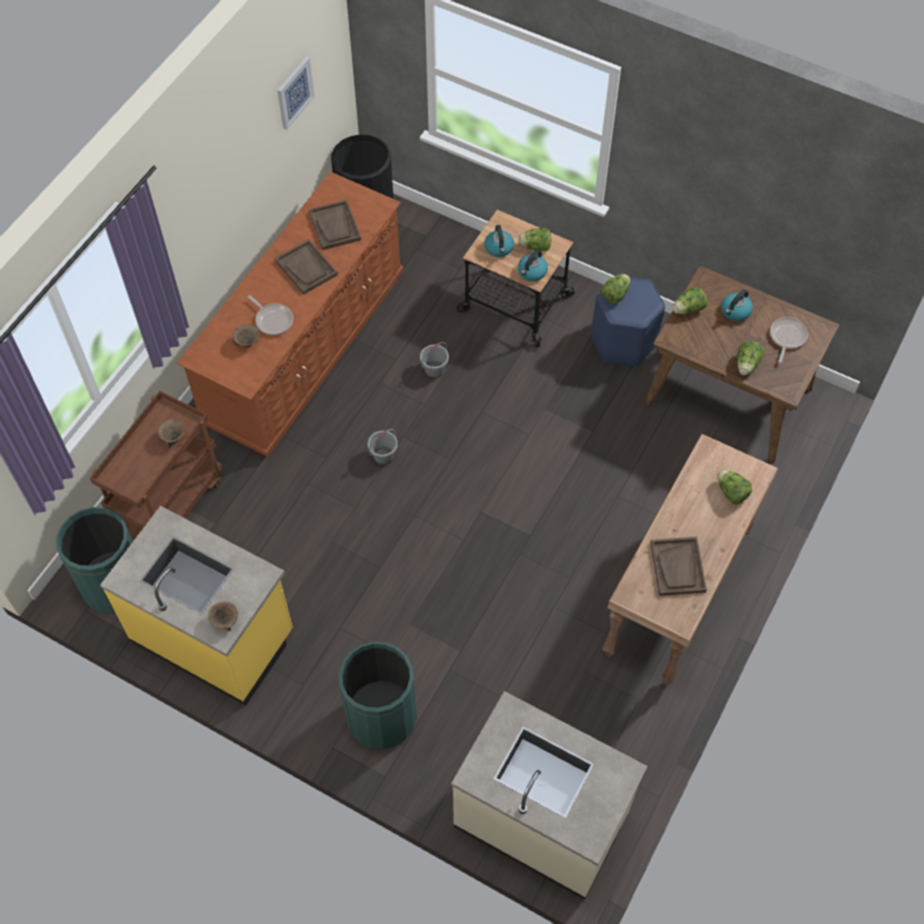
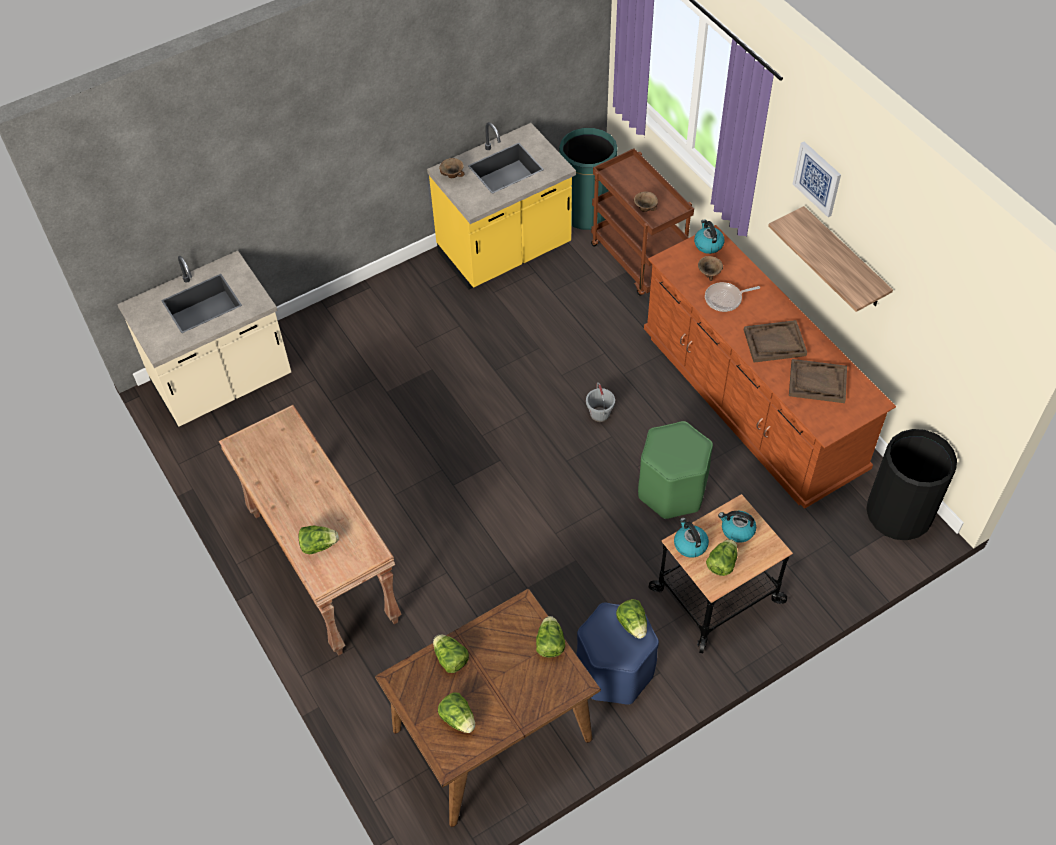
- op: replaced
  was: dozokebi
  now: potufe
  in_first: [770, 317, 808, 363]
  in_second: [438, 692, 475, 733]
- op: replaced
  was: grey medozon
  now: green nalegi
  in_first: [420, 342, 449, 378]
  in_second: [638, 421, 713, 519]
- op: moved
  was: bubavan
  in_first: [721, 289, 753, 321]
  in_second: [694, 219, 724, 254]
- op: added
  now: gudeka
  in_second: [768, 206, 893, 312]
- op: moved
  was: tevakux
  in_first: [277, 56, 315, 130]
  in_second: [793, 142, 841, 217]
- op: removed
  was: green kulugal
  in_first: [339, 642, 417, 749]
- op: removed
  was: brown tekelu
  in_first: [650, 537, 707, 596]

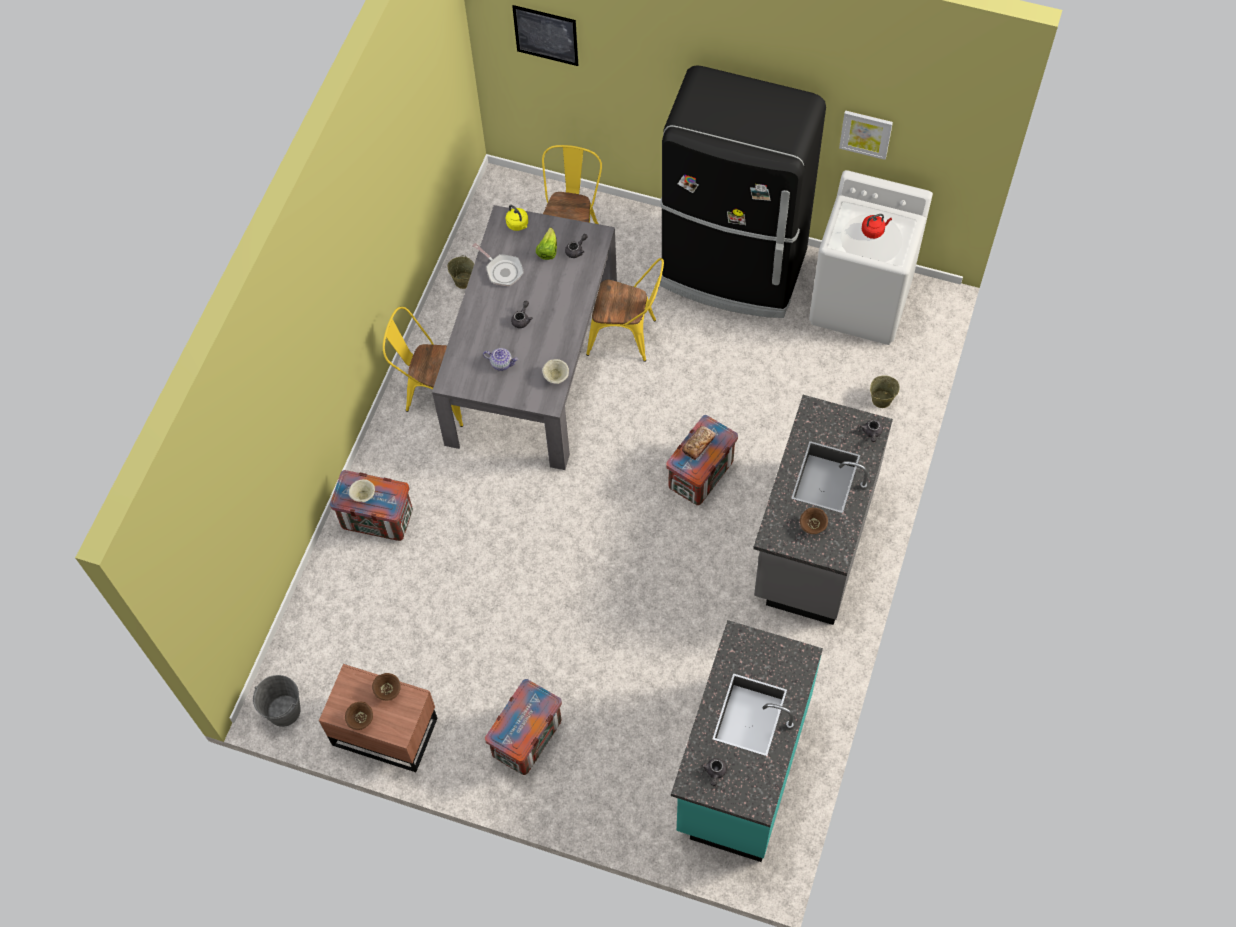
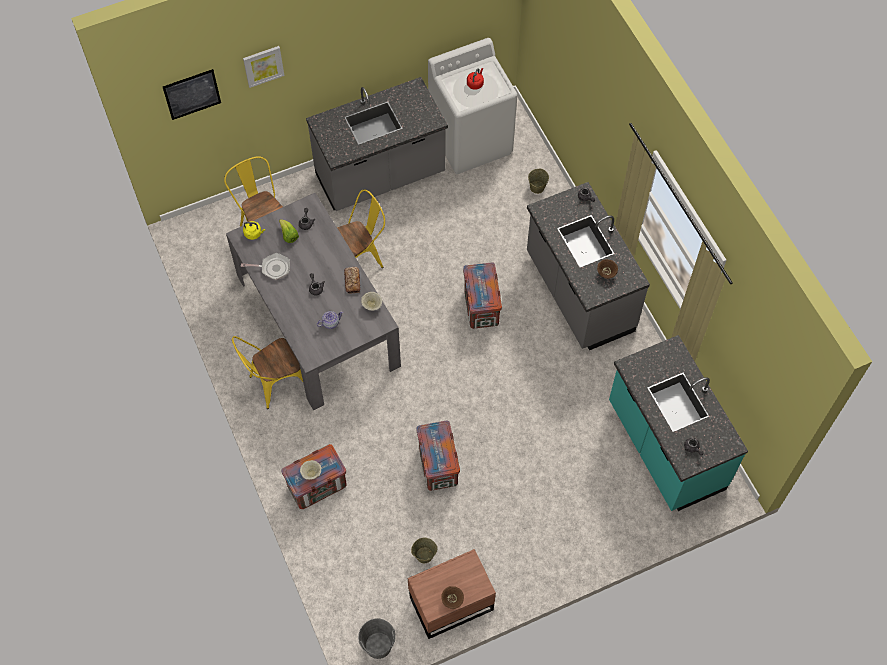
- op: moved
  was: tevakux
  in_first: [839, 110, 893, 160]
  in_second: [243, 46, 284, 88]
- op: replaced
  was: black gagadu
  now: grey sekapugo
  in_first: [660, 65, 826, 318]
  in_second: [306, 77, 448, 211]
- op: moved
  was: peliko
  in_first: [682, 426, 716, 460]
  in_second: [344, 267, 360, 294]
- op: moved
  was: beige medozon
  in_first: [448, 255, 474, 289]
  in_second: [411, 538, 437, 564]
- op: moved
  was: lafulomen
  in_first: [485, 679, 562, 775]
  in_second: [416, 420, 460, 491]
- op: removed
  was: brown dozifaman
  in_first: [372, 673, 401, 701]

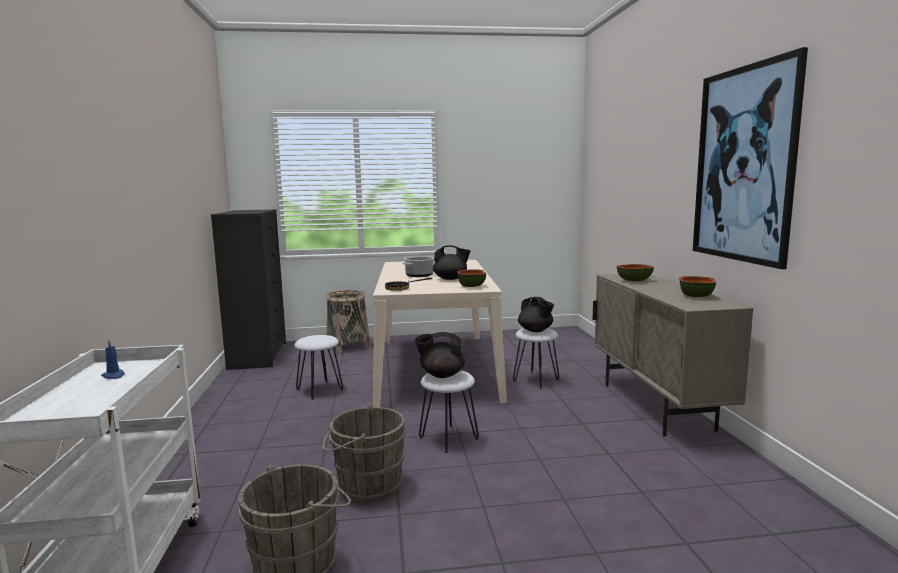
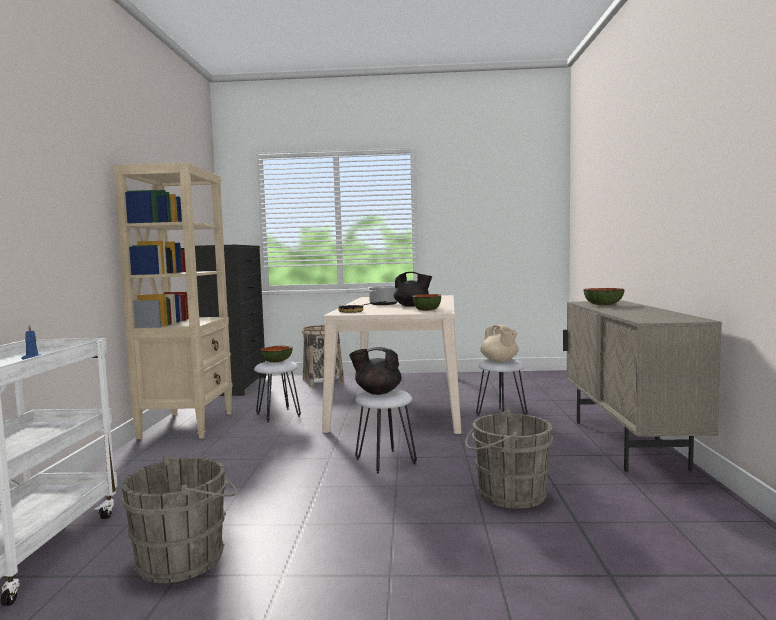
- op: added
  now: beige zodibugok
  in_second: [113, 162, 233, 439]
- op: moved
  was: dozifaman
  in_first: [679, 276, 716, 297]
  in_second: [260, 346, 293, 362]
- op: moved
  was: grey medozon
  in_first: [322, 403, 406, 503]
  in_second: [466, 409, 553, 509]
- op: recoloured
  was: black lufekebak
  now: beige lufekebak
  in_first: [518, 297, 554, 332]
  in_second: [480, 325, 519, 362]
- op: removed
  was: tevakux
  in_first: [693, 47, 808, 269]

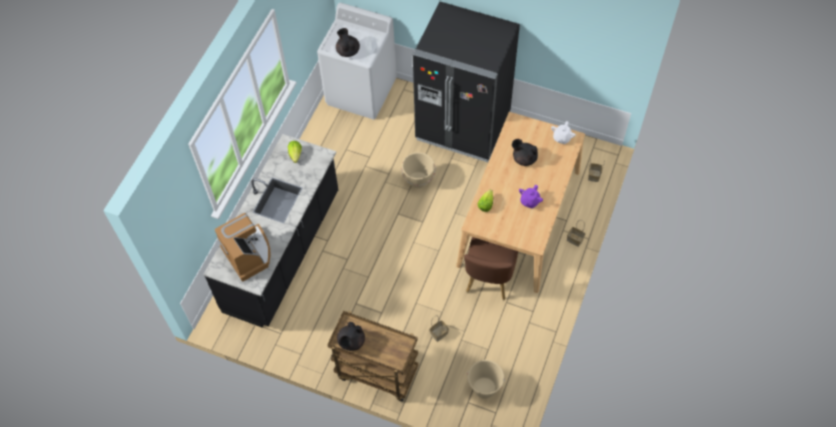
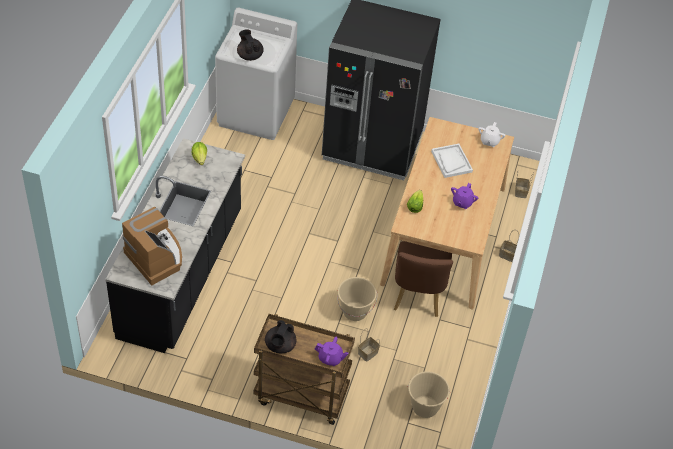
- op: added
  now: purple lufekebak
  in_second: [315, 337, 348, 366]
- op: moved
  was: beige medozon
  in_first: [402, 152, 435, 188]
  in_second: [337, 277, 377, 321]
- op: replaced
  was: black lufekebak
  now: white tekelu
  in_first: [512, 139, 538, 166]
  in_second: [431, 144, 473, 178]

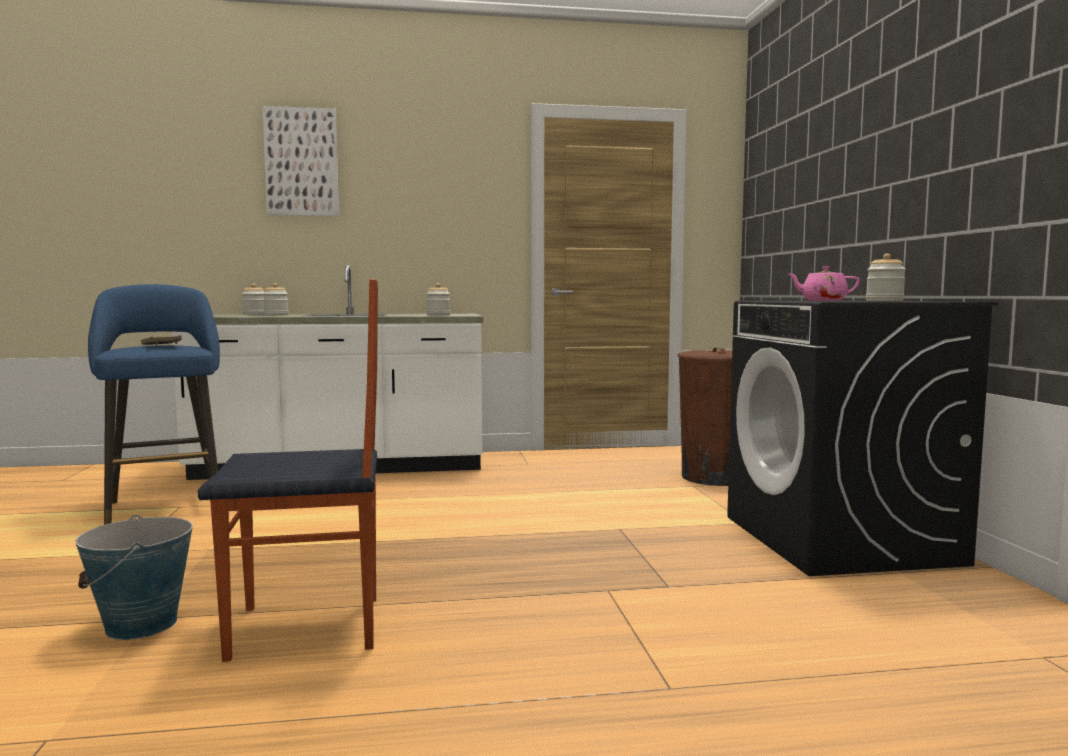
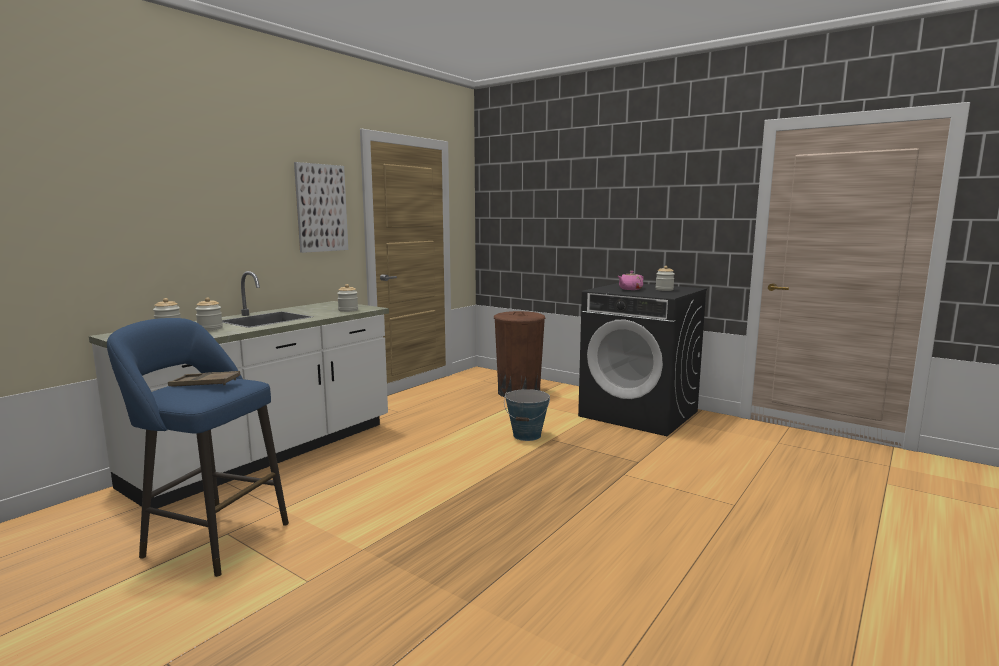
- op: moved
  was: tevakux
  in_first: [263, 106, 339, 216]
  in_second: [294, 162, 348, 253]
- op: moved
  was: medozon
  in_first: [75, 514, 193, 640]
  in_second: [504, 389, 550, 441]
- op: removed
  was: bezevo
  in_first: [198, 279, 378, 662]

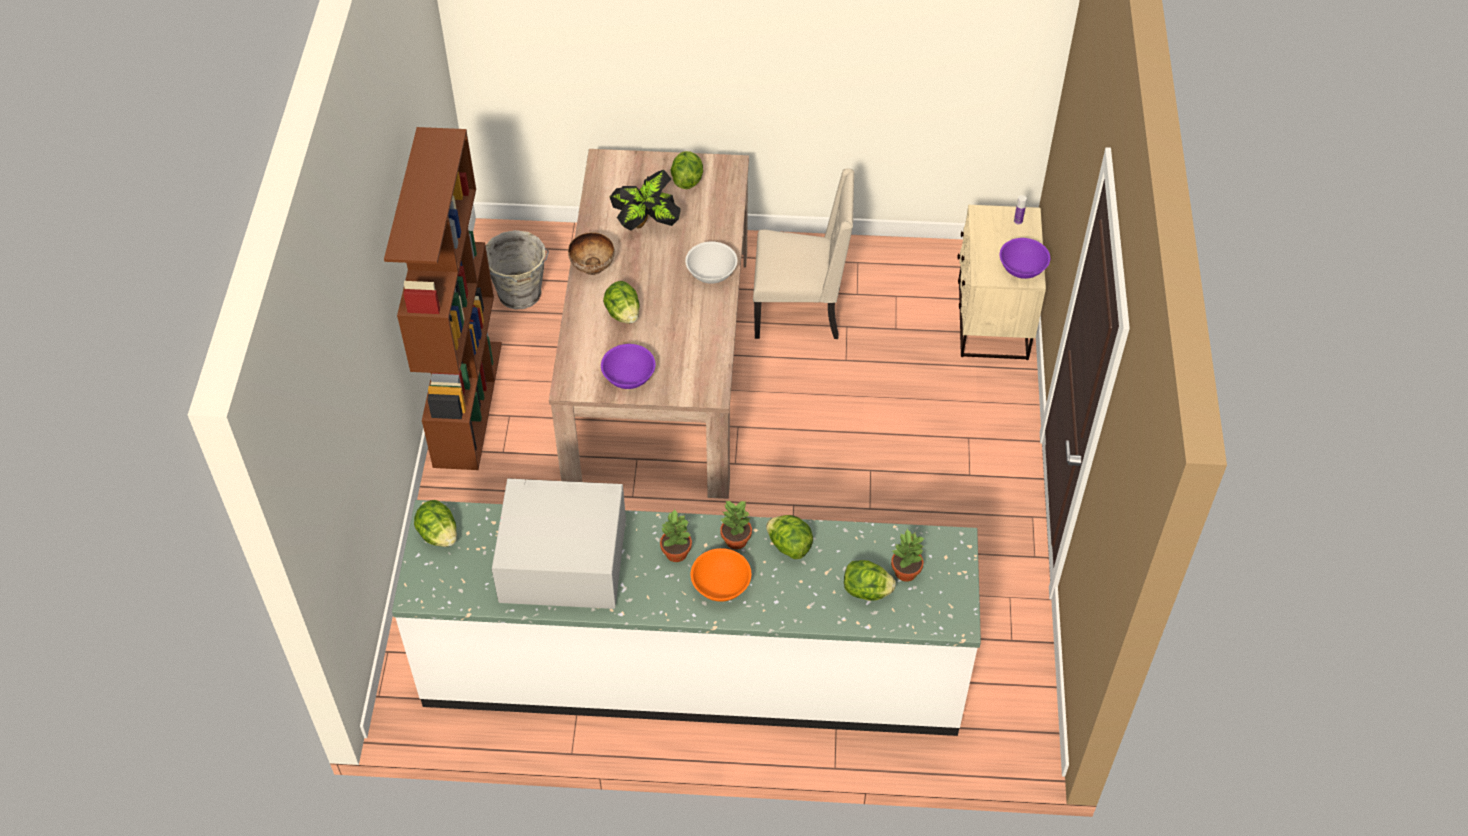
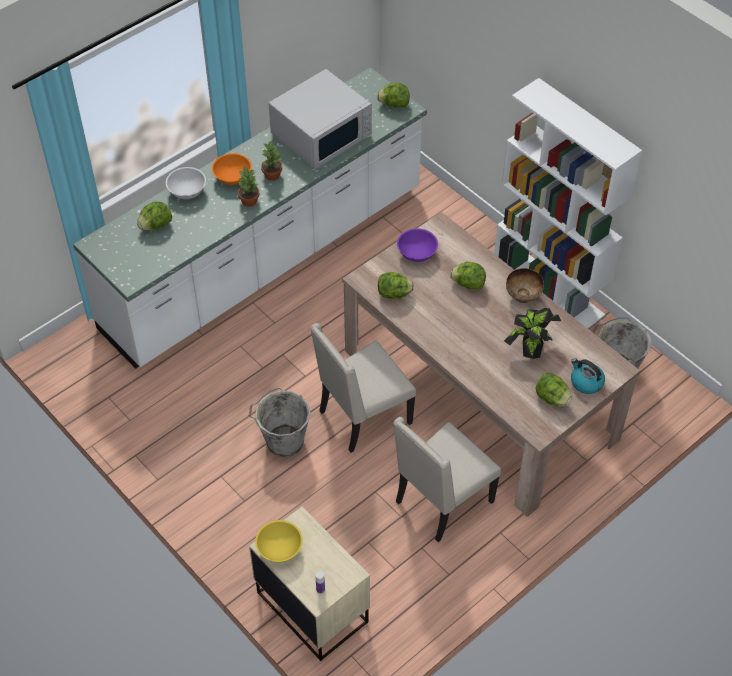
- op: moved
  was: white dozifaman
  in_first: [685, 242, 737, 284]
  in_second: [166, 167, 206, 199]
- op: added
  now: grey medozon
  in_second: [248, 388, 311, 458]
- op: recoloured
  was: purple dozifaman
  now: yellow dozifaman
  in_first: [1000, 238, 1050, 279]
  in_second: [255, 520, 303, 563]
- op: added
  now: beige bezevo
  in_second: [310, 323, 416, 453]
- op: moved
  was: potufe
  in_first: [766, 515, 813, 559]
  in_second: [378, 272, 414, 299]
- op: recoloured
  was: brown zodibugok
  now: white zodibugok
  in_first: [384, 127, 502, 470]
  in_second: [494, 78, 642, 329]
- op: added
  now: bubavan
  in_second: [571, 358, 605, 394]
- op: removed
  was: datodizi
  in_first: [891, 529, 925, 582]

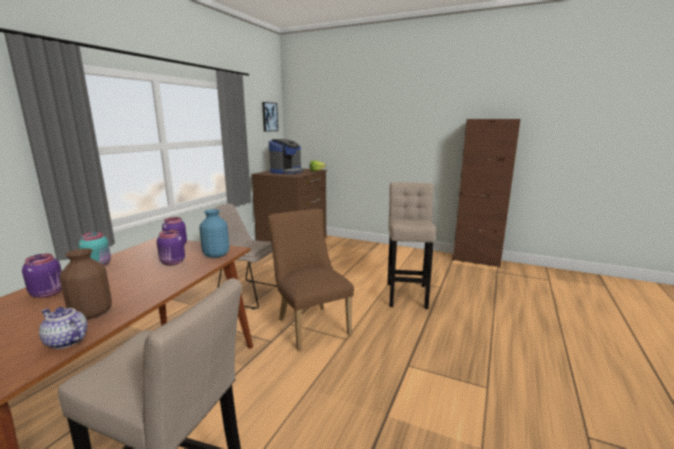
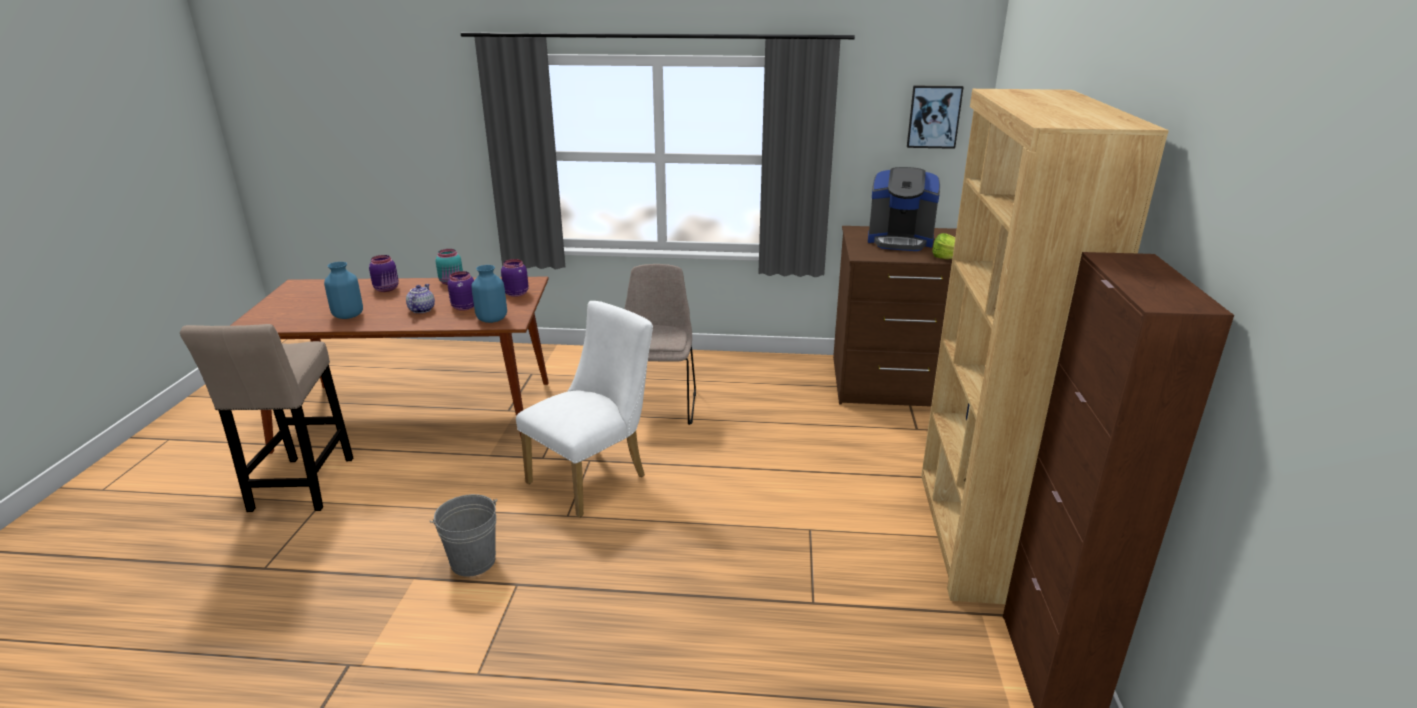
- op: recoloured
  was: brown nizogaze
  now: blue nizogaze
  in_first: [60, 248, 112, 319]
  in_second: [324, 262, 363, 319]
- op: moved
  was: lufekebak
  in_first: [39, 307, 88, 349]
  in_second: [406, 284, 435, 313]
- op: added
  now: grey medozon
  in_second: [430, 494, 497, 577]
- op: recoloured
  was: brown bezevo
  now: white bezevo
  in_first: [268, 209, 354, 351]
  in_second: [516, 301, 653, 517]
- op: added
  now: brown zodibugok
  in_second: [921, 89, 1169, 604]
- op: removed
  was: beige nalegi
  in_first: [387, 182, 436, 309]

